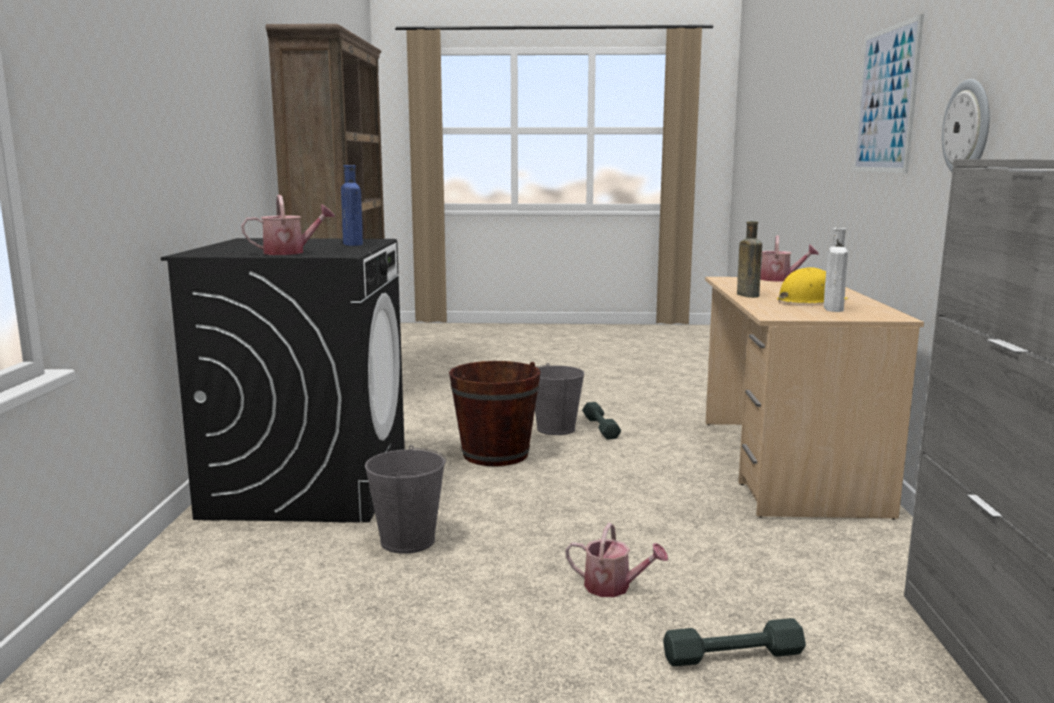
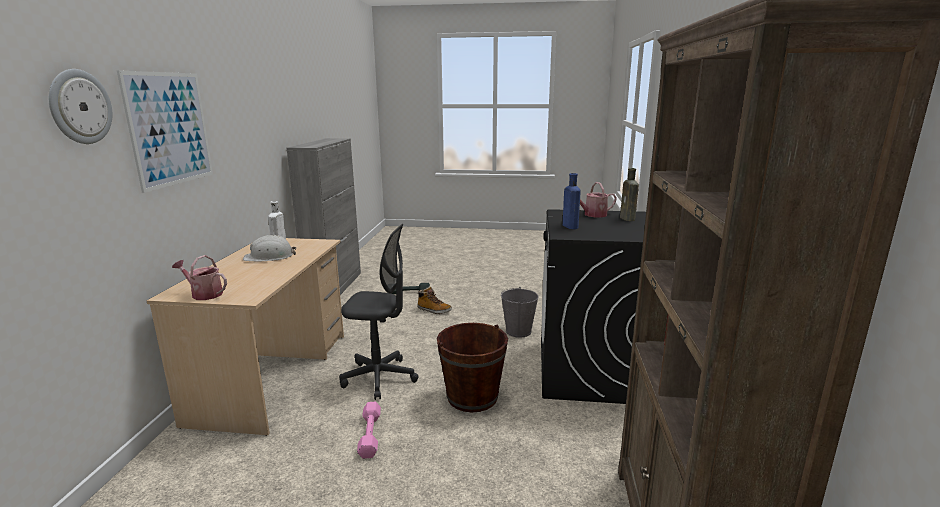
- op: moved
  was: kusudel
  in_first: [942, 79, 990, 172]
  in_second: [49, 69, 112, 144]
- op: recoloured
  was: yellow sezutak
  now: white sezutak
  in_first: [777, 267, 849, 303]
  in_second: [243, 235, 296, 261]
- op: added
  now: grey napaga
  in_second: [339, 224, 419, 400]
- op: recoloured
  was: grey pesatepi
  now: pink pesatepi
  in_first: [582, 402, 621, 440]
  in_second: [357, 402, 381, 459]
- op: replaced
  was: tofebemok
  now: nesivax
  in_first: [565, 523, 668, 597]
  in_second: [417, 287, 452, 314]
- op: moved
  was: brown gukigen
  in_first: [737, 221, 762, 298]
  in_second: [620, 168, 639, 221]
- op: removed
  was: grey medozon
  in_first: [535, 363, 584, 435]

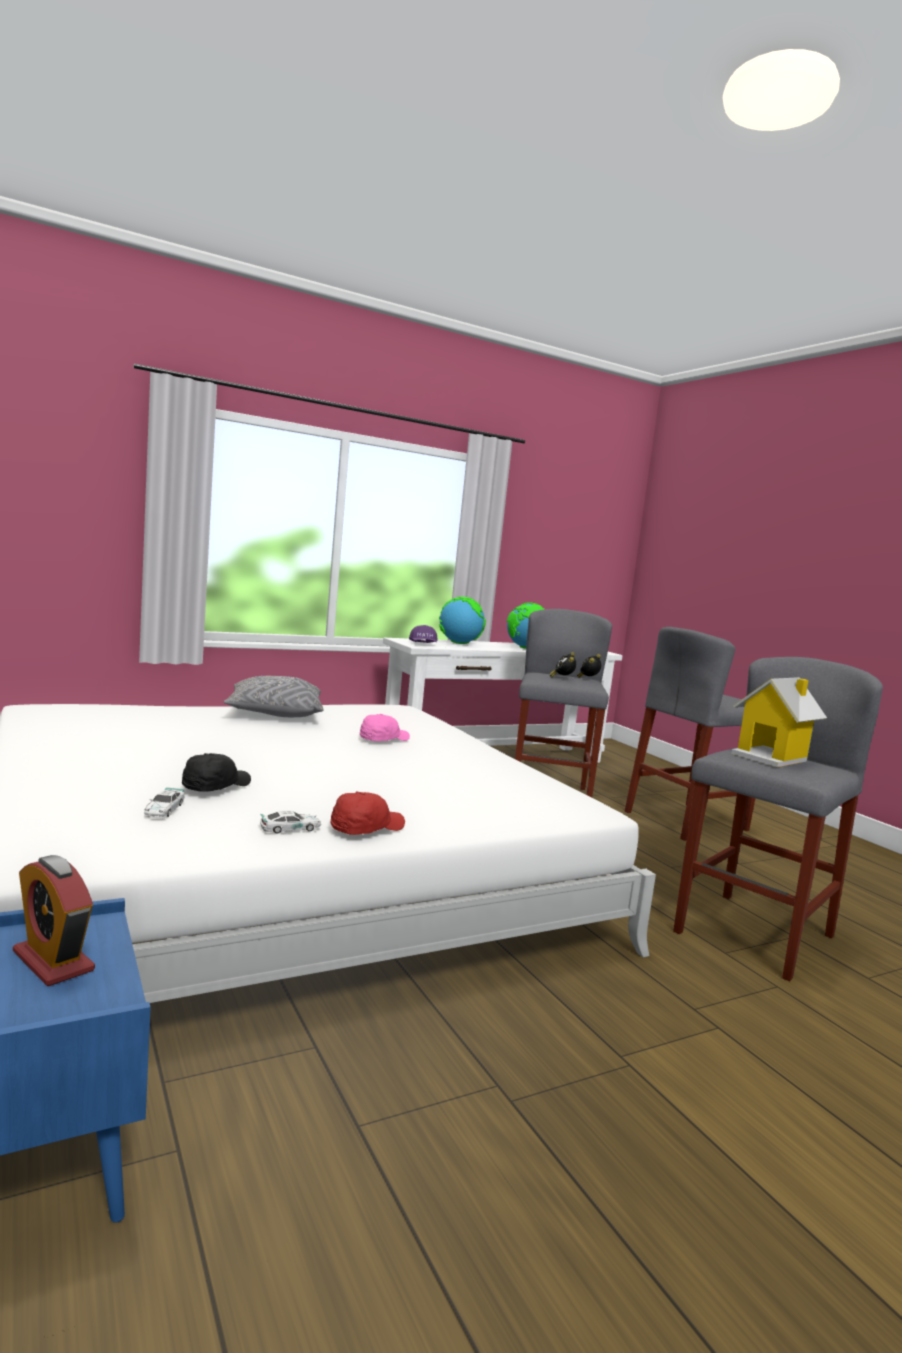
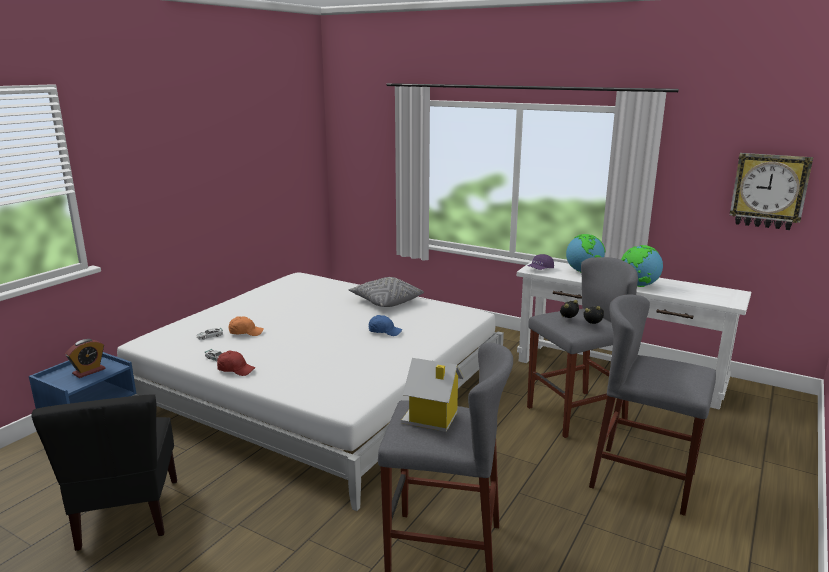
- op: added
  now: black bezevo
  in_second: [31, 395, 177, 551]
- op: turned
  was: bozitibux
  in_first: [13, 855, 95, 986]
  in_second: [65, 339, 105, 378]
  clockwise: -150
- op: recoloured
  was: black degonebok
  now: orange degonebok
  in_first: [182, 753, 251, 792]
  in_second: [229, 316, 264, 336]
- op: recoloured
  was: pink degonebok
  now: blue degonebok
  in_first: [360, 714, 410, 741]
  in_second: [368, 315, 402, 336]
- op: added
  now: kusudel
  in_second: [730, 153, 813, 230]

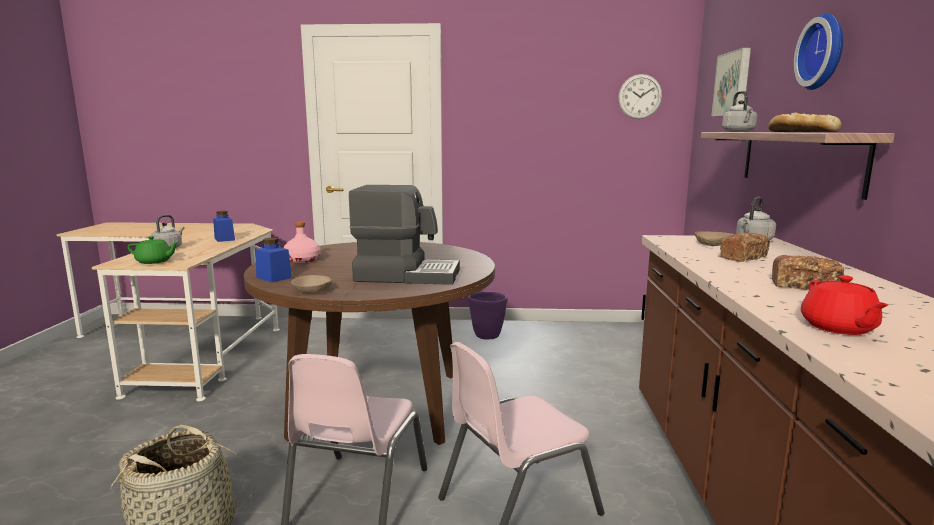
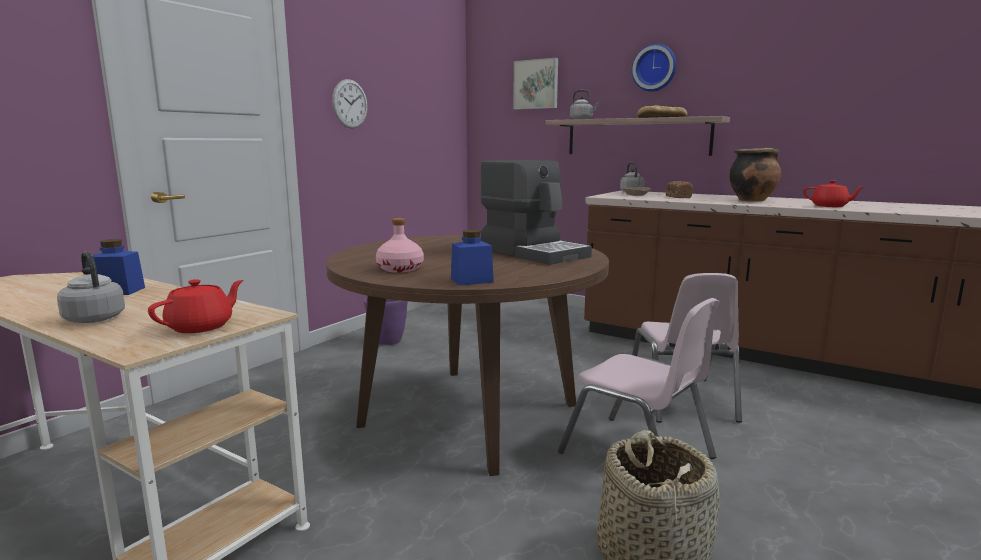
- op: recoloured
  was: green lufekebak
  now: red lufekebak
  in_first: [128, 236, 179, 264]
  in_second: [148, 279, 244, 333]
- op: moved
  was: kusudel
  in_first: [618, 74, 662, 119]
  in_second: [332, 79, 368, 129]
- op: turned
  was: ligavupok
  in_first: [349, 185, 460, 285]
  in_second: [481, 160, 592, 265]
  clockwise: 105
- op: replaced
  was: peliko
  now: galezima
  in_first: [772, 255, 844, 290]
  in_second: [729, 148, 781, 202]
- op: removed
  was: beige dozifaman
  in_first: [291, 275, 332, 293]

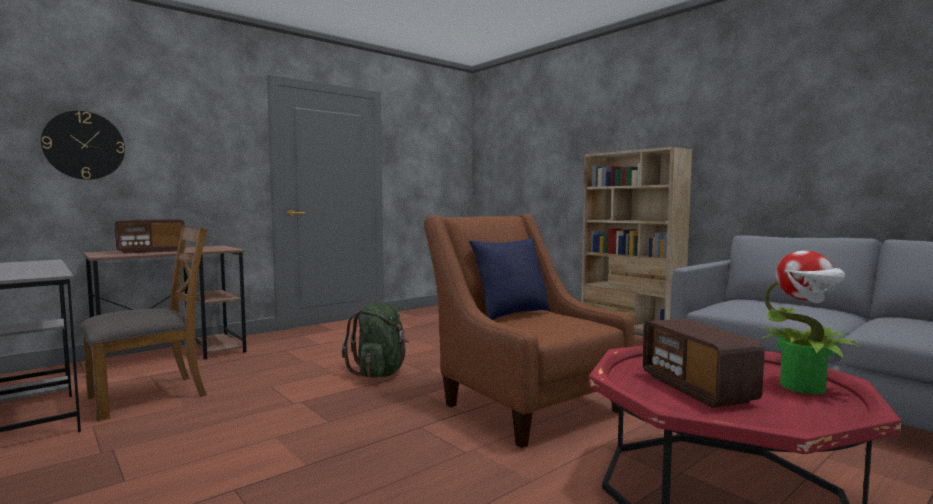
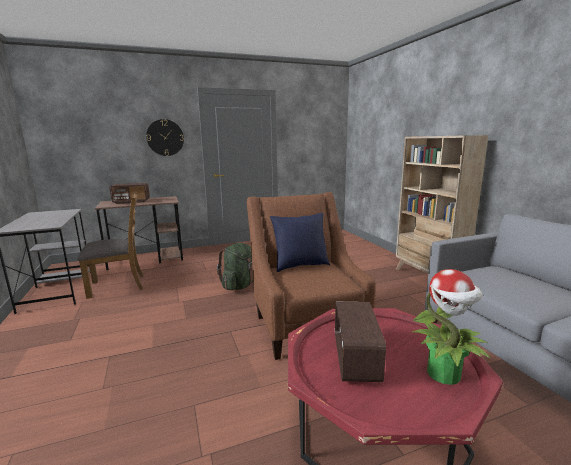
- op: moved
  was: kusudel
  in_first: [41, 111, 125, 180]
  in_second: [146, 119, 184, 156]

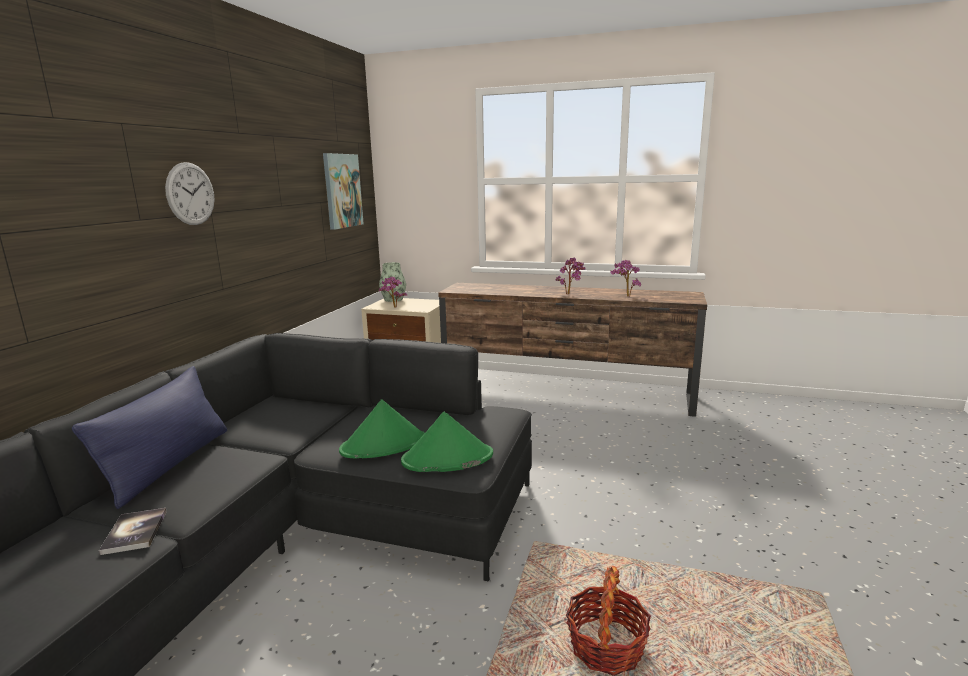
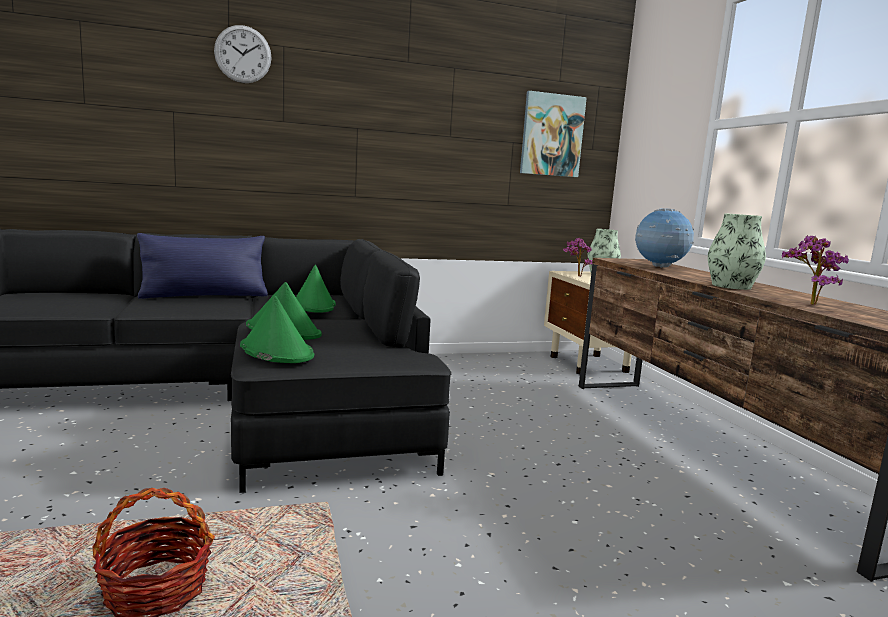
- op: moved
  was: kusudel
  in_first: [165, 162, 215, 225]
  in_second: [214, 25, 272, 83]
- op: added
  now: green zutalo
  in_second: [296, 265, 336, 313]
- op: added
  now: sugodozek
  in_second: [635, 208, 694, 268]
- op: replaced
  was: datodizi
  now: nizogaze
  in_first: [556, 258, 585, 294]
  in_second: [708, 213, 766, 290]
- op: removed
  was: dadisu
  in_first: [99, 508, 167, 555]

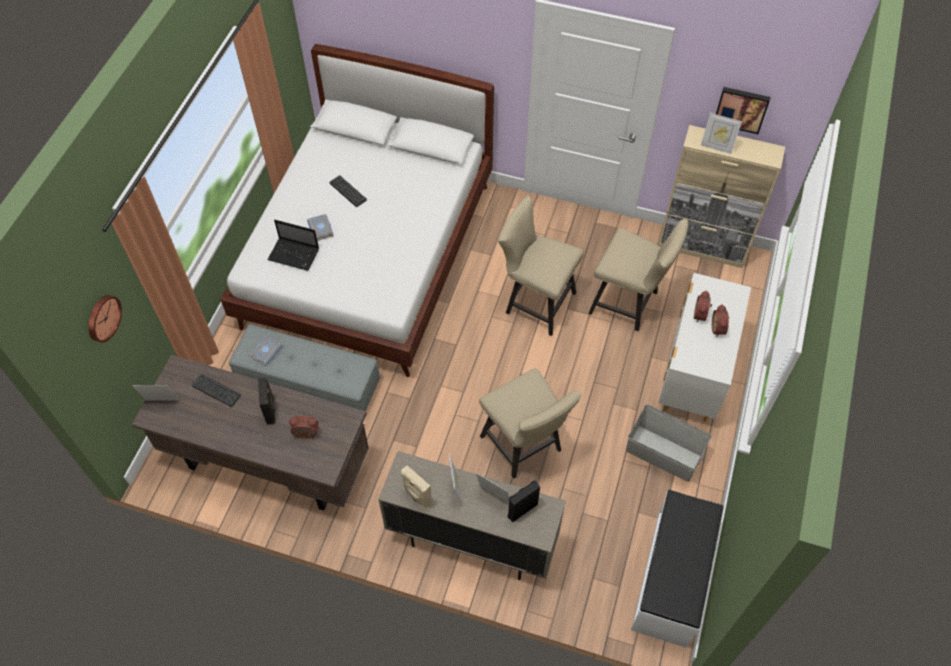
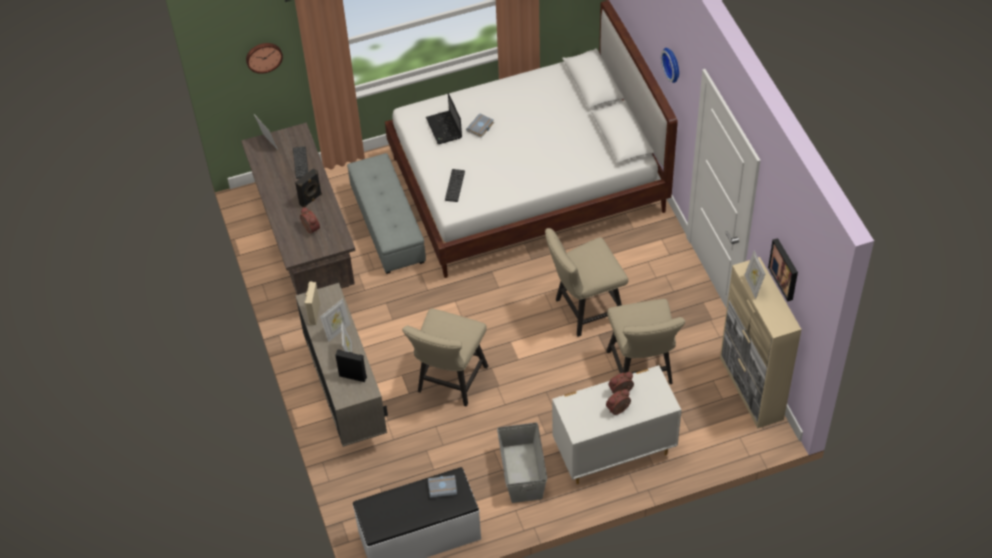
- op: moved
  was: grey dadisu
  in_first: [250, 335, 283, 366]
  in_second: [428, 475, 457, 498]
- op: moved
  was: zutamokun
  in_first: [329, 175, 367, 207]
  in_second: [445, 169, 465, 202]
- op: turned
  was: beige bezevo
  in_first: [498, 196, 584, 336]
  in_second: [545, 228, 628, 337]
  clockwise: -105
- op: added
  now: kusudel
  in_second: [661, 48, 679, 83]

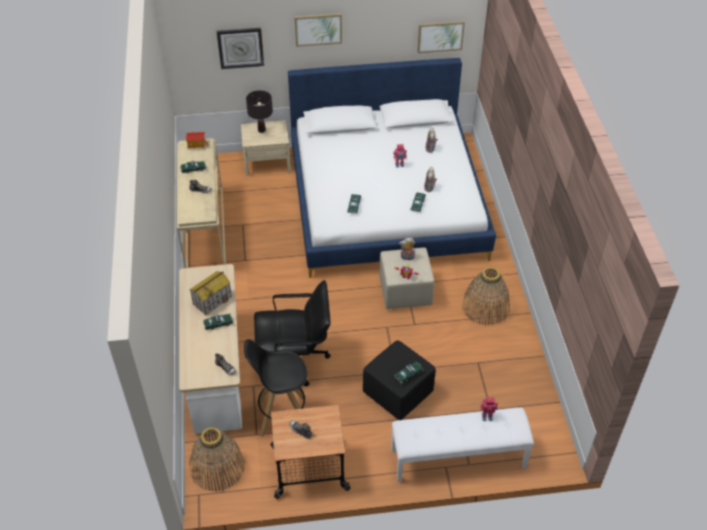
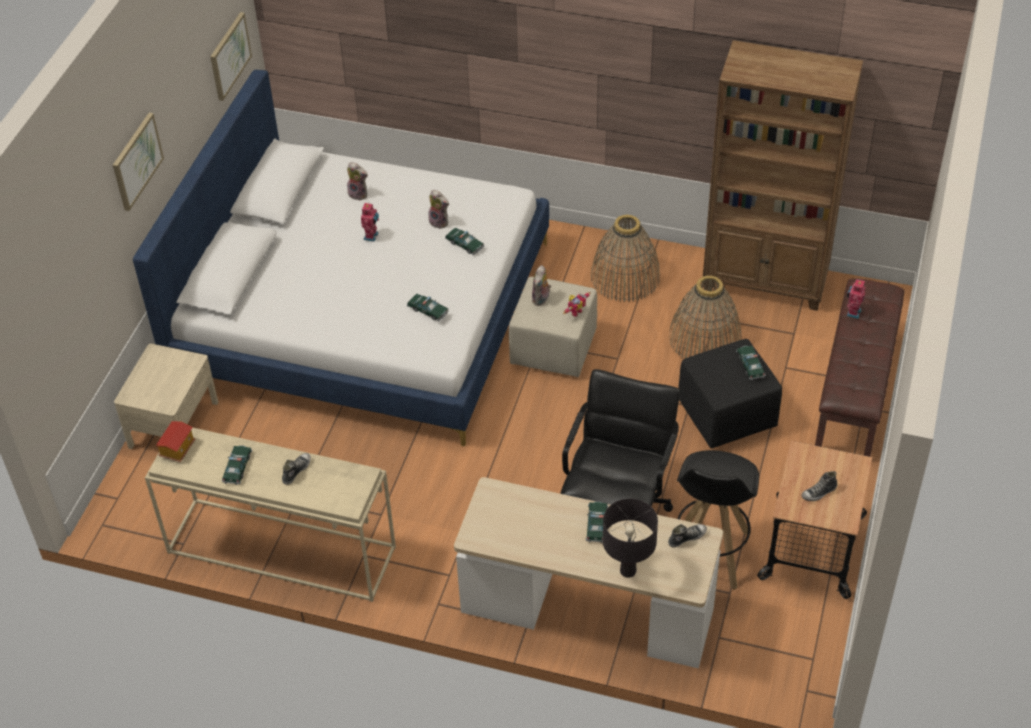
- op: moved
  was: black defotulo
  in_first: [246, 90, 273, 133]
  in_second: [603, 499, 658, 578]
- op: moved
  was: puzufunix
  in_first: [190, 427, 245, 491]
  in_second: [669, 276, 742, 358]
- op: added
  now: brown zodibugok
  in_second: [703, 40, 863, 311]
- op: recoloured
  was: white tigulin
  now: brown tigulin
  in_first: [392, 408, 534, 482]
  in_second: [815, 279, 905, 457]
- op: removed
  was: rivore
  in_first: [190, 271, 232, 315]
- op: removed
  was: kusudel
  in_first: [217, 28, 264, 69]

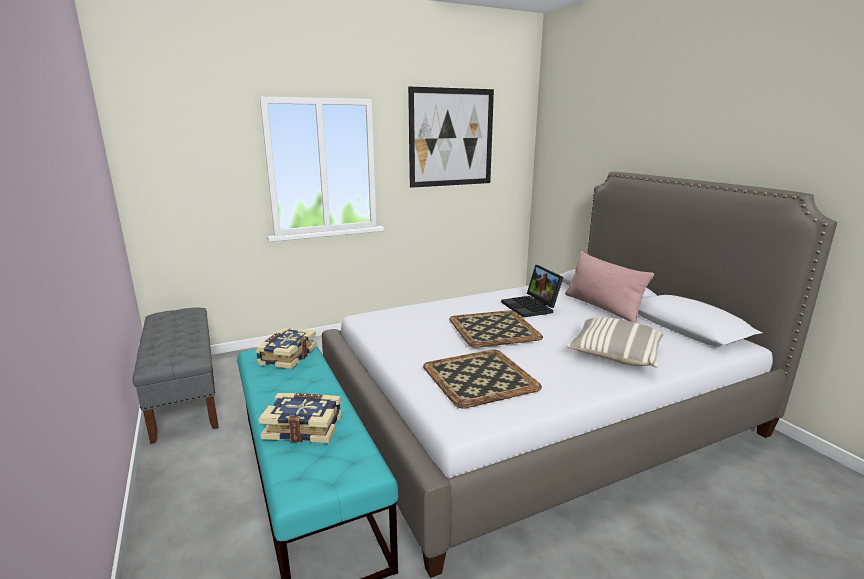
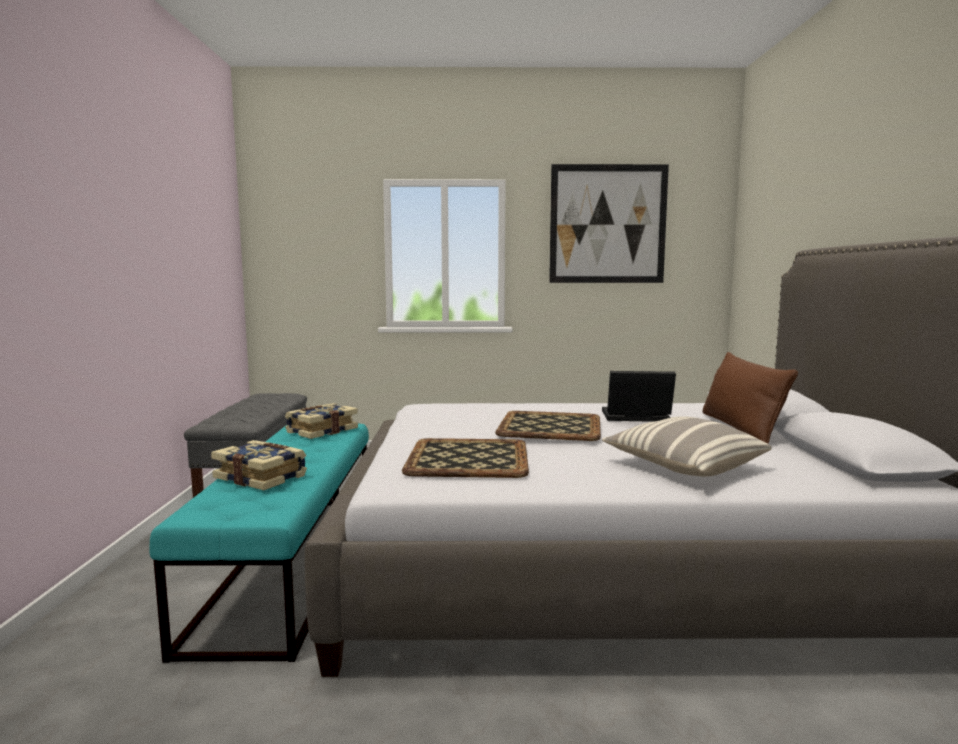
- op: turned
  was: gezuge
  in_first: [501, 265, 564, 318]
  in_second: [602, 371, 676, 422]
  clockwise: 90
- op: recoloured
  was: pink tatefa
  now: brown tatefa
  in_first: [565, 251, 654, 323]
  in_second: [702, 352, 798, 444]

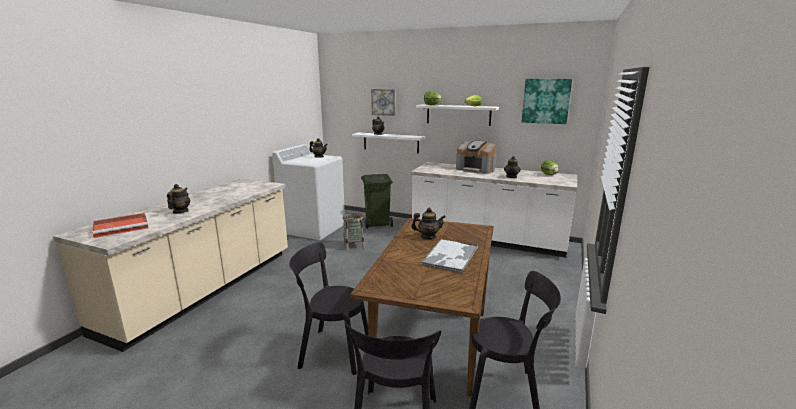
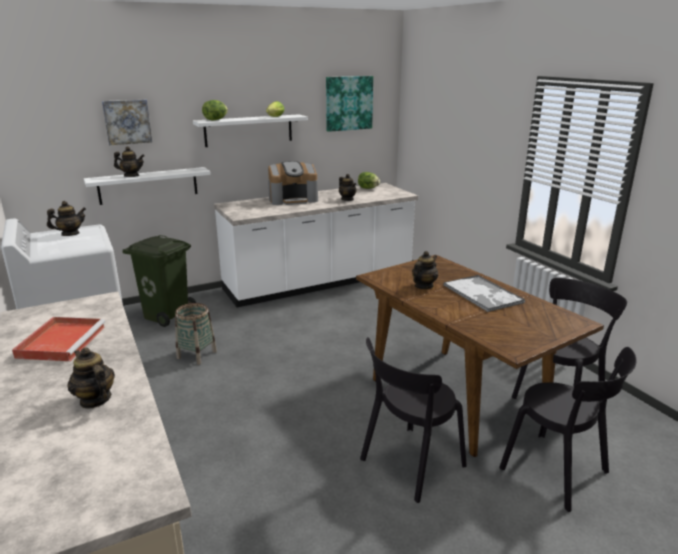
- op: moved
  was: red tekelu
  in_first: [92, 213, 149, 238]
  in_second: [12, 317, 105, 361]

